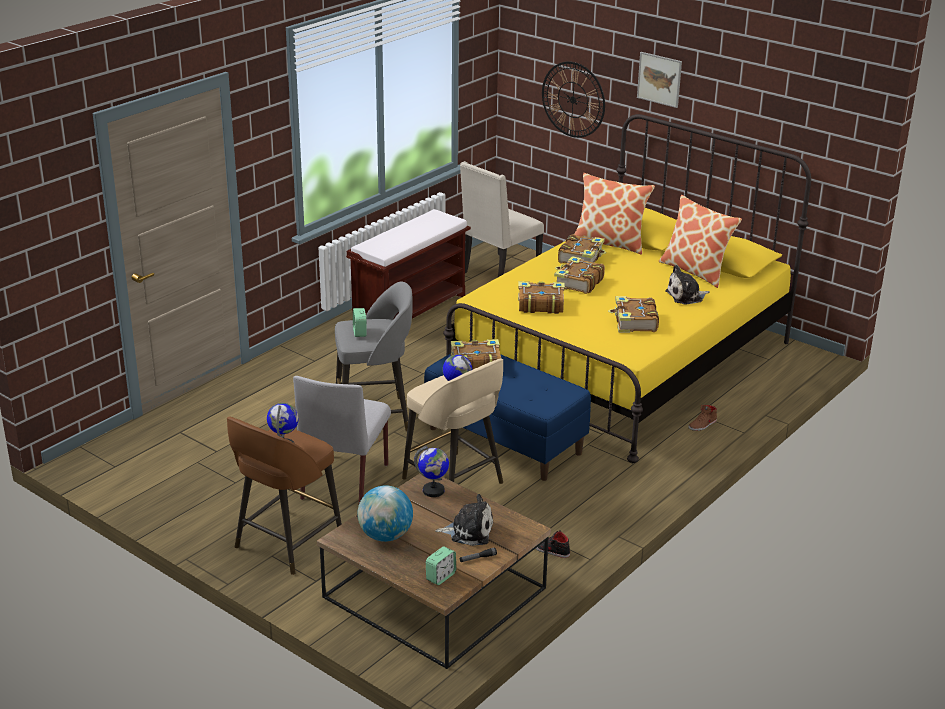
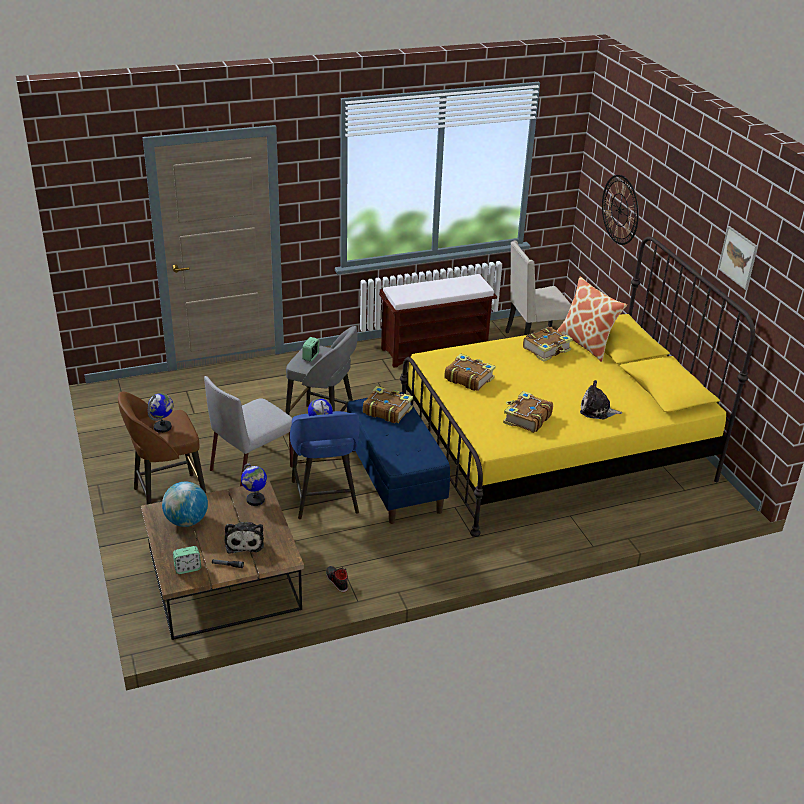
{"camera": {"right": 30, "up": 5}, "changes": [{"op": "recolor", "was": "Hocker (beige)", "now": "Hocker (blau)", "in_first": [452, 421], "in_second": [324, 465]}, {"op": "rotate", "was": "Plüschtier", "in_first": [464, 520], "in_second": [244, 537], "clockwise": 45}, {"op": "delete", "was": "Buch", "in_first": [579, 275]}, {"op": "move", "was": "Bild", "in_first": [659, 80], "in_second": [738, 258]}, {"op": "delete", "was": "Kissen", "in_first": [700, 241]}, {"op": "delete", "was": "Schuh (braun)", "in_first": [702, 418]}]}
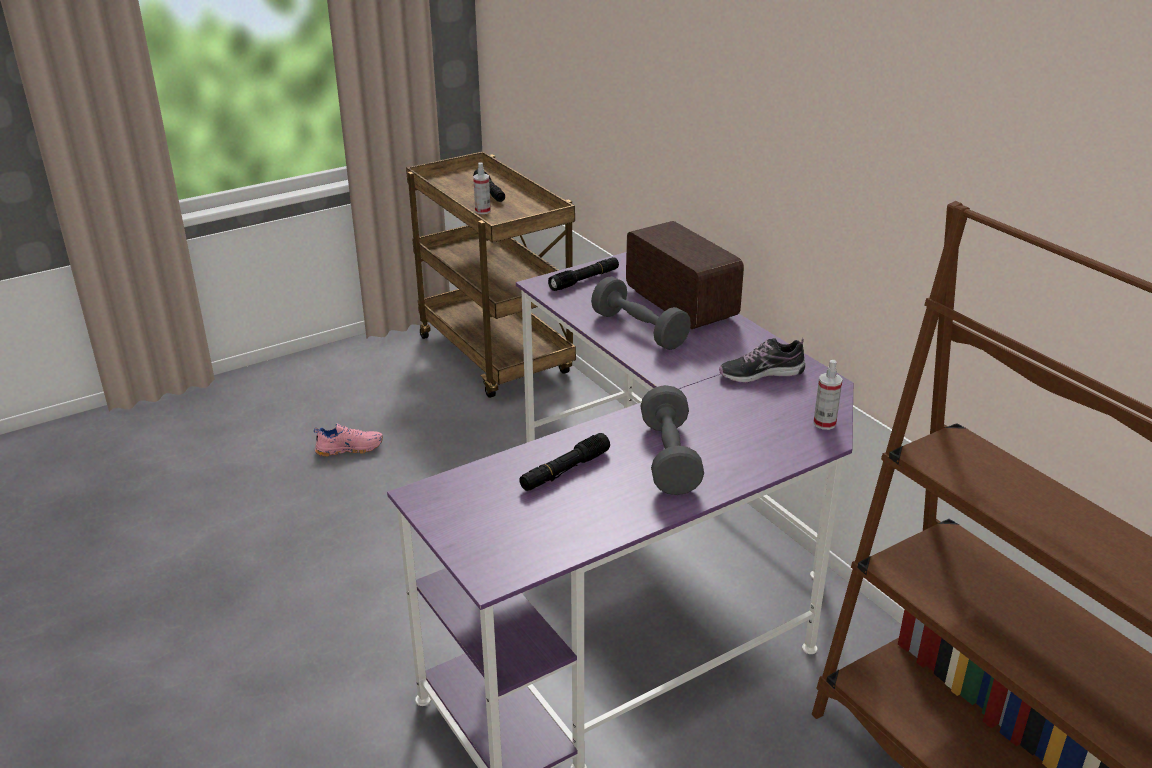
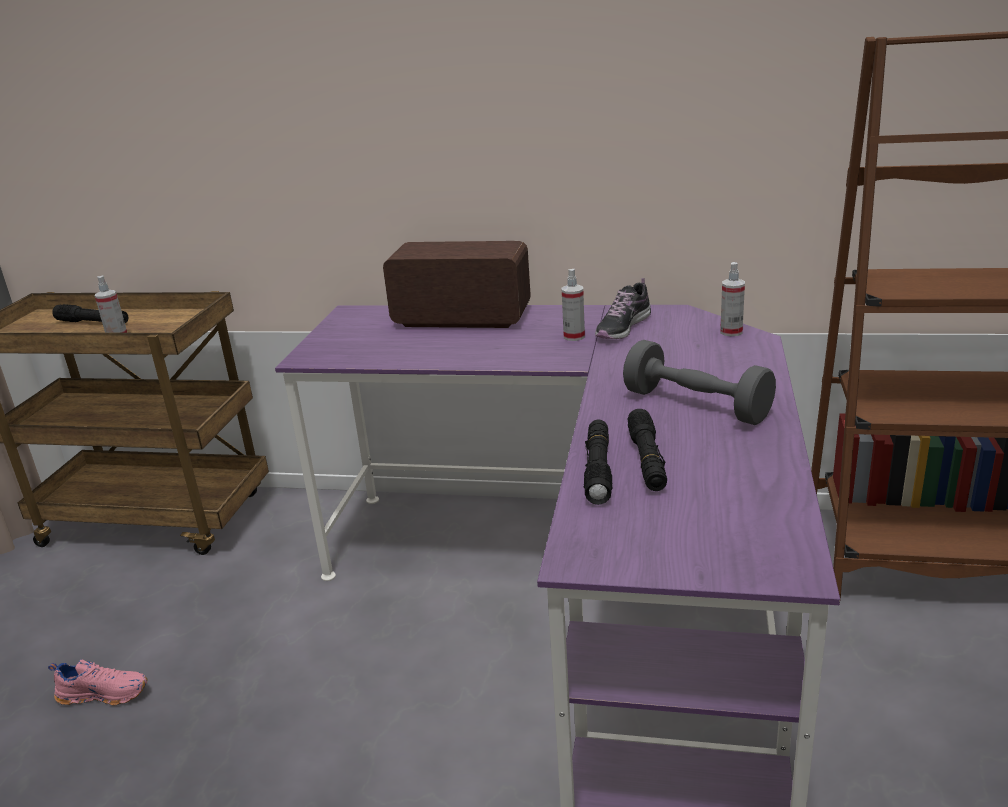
{"camera": {"right": -45, "up": -5}, "changes": [{"op": "rotate", "was": "Schuh (rosa)", "in_first": [348, 440], "in_second": [98, 682], "clockwise": 60}, {"op": "move", "was": "Taschenlampe (schwarz)", "in_first": [583, 274], "in_second": [598, 462]}, {"op": "delete", "was": "Hantel (grau)", "in_first": [641, 313]}, {"op": "insert", "now": "Sprühflasche", "in_second": [573, 305]}]}
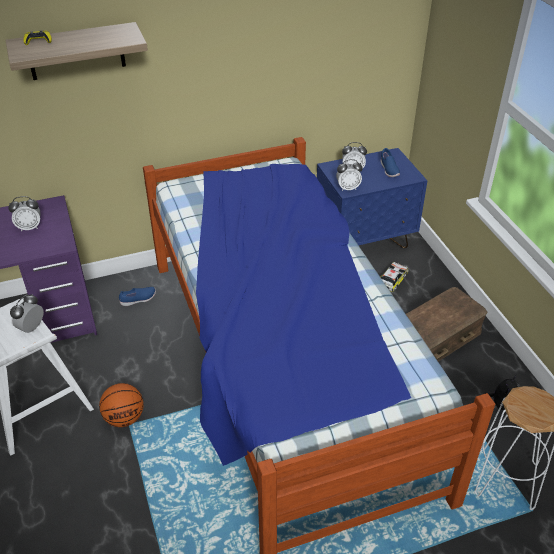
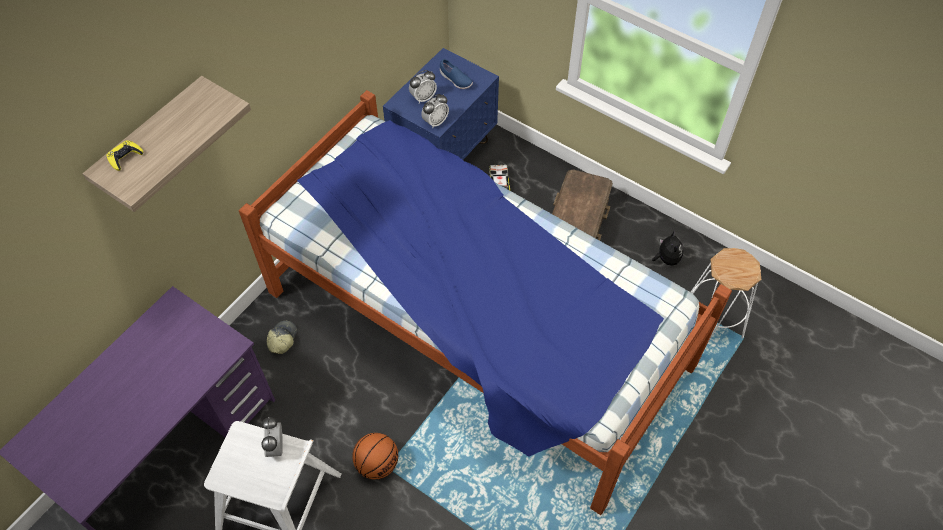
{"camera": {"right": -35, "up": 15}, "changes": [{"op": "delete", "was": "Wecker", "in_first": [24, 214]}, {"op": "replace", "was": "Schuh (blau)", "now": "Kappe", "in_first": [137, 296], "in_second": [282, 337]}]}
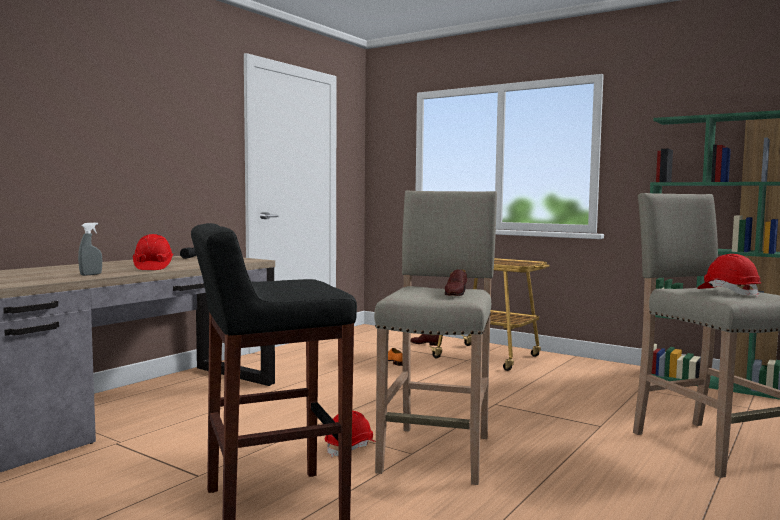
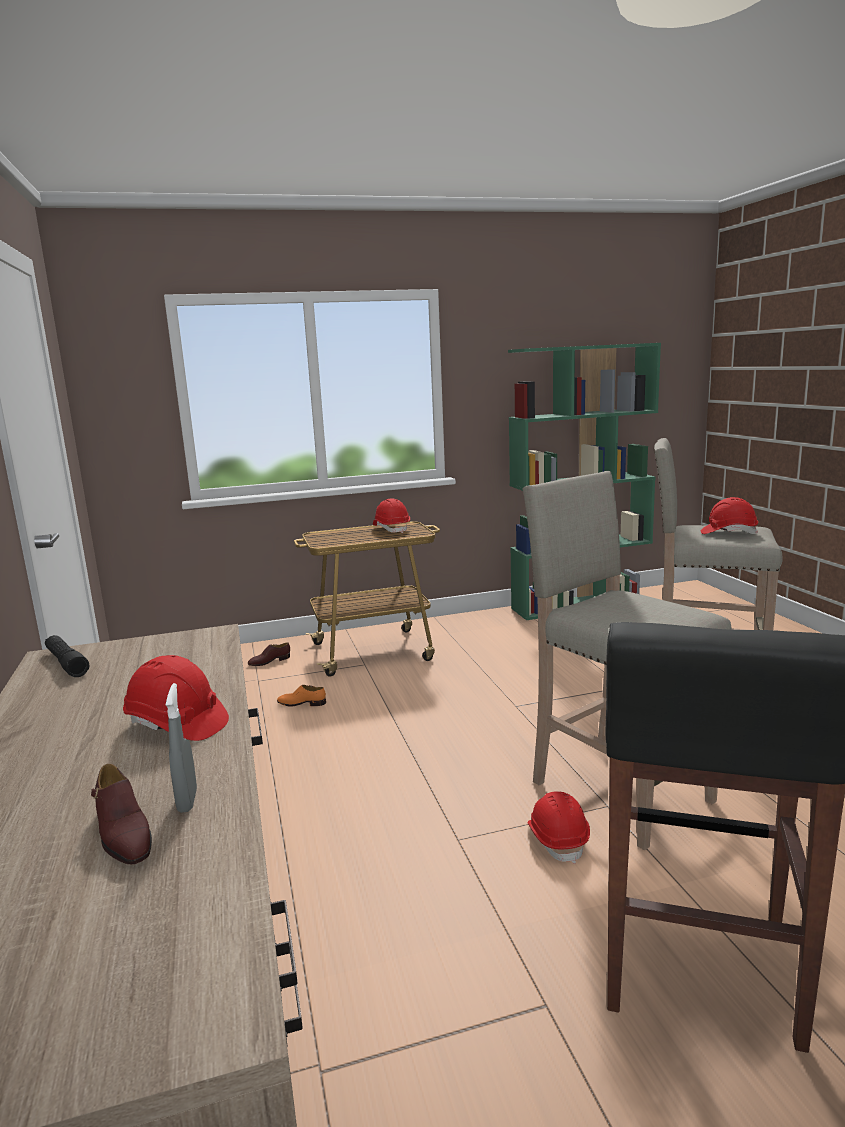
{"camera": {"right": -50, "up": 10}, "changes": [{"op": "move", "was": "Schuh (braun)", "in_first": [456, 282], "in_second": [121, 814]}, {"op": "insert", "now": "Schutzhelm (rot)", "in_second": [391, 515]}]}
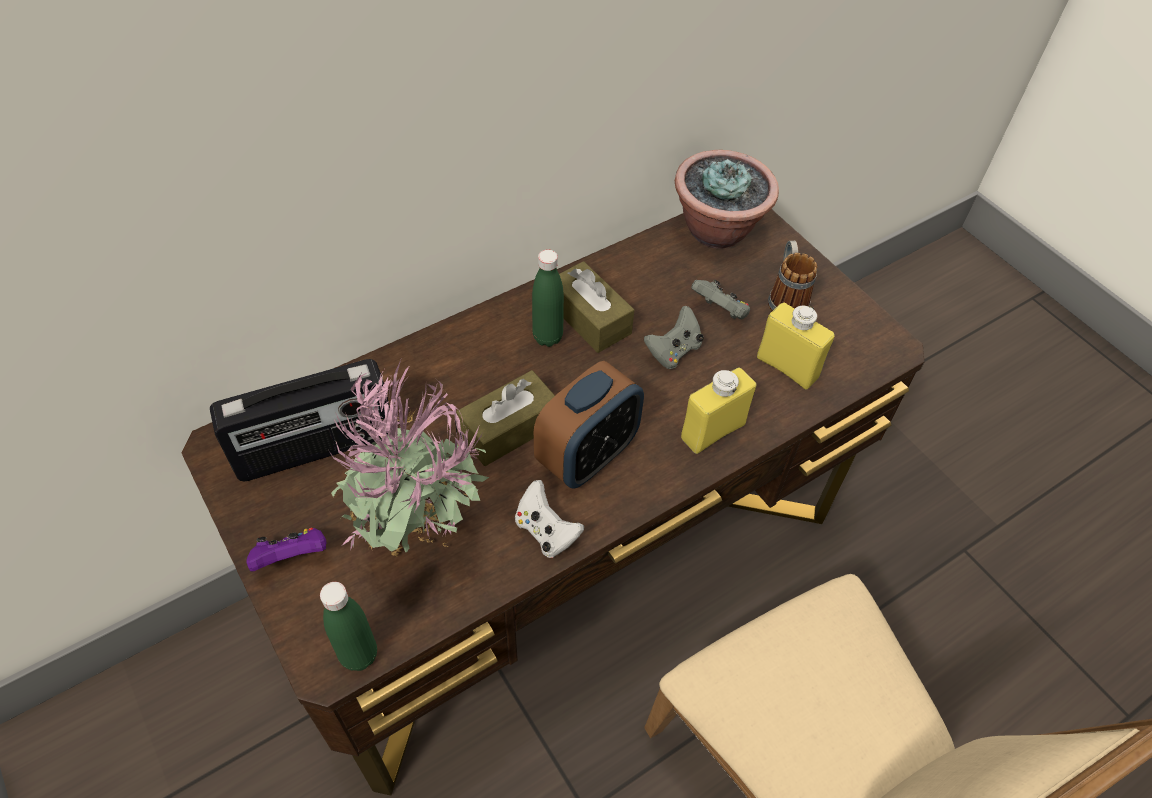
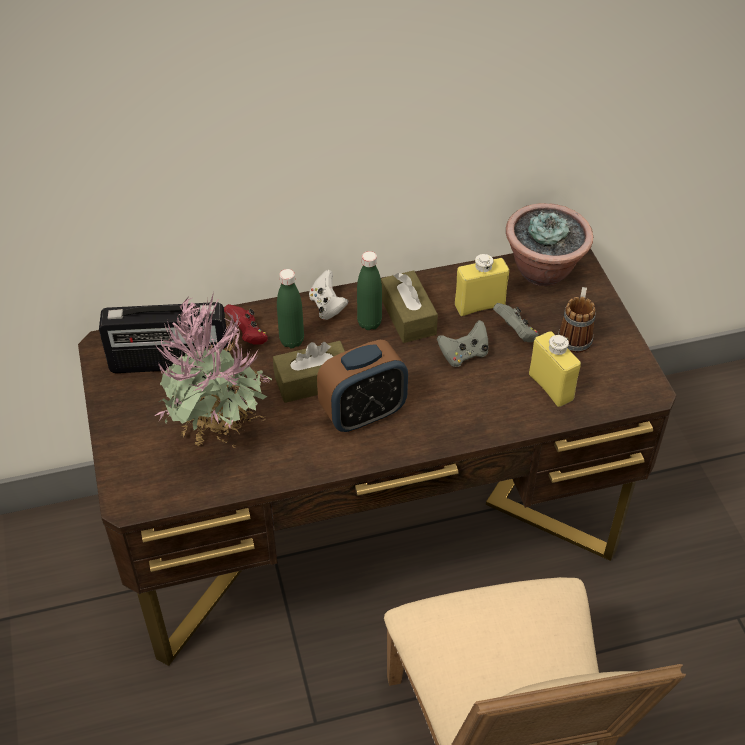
{"camera": {"right": 20, "up": -5}, "changes": [{"op": "delete", "was": "Gamepad (lila)", "in_first": [286, 549]}, {"op": "move", "was": "Flasche (grün)", "in_first": [348, 626], "in_second": [290, 308]}, {"op": "move", "was": "Gamepad (weiß)", "in_first": [549, 519], "in_second": [329, 295]}, {"op": "move", "was": "Flasche (gelb)", "in_first": [718, 410], "in_second": [482, 285]}, {"op": "insert", "now": "Gamepad (rot)", "in_second": [246, 324]}]}
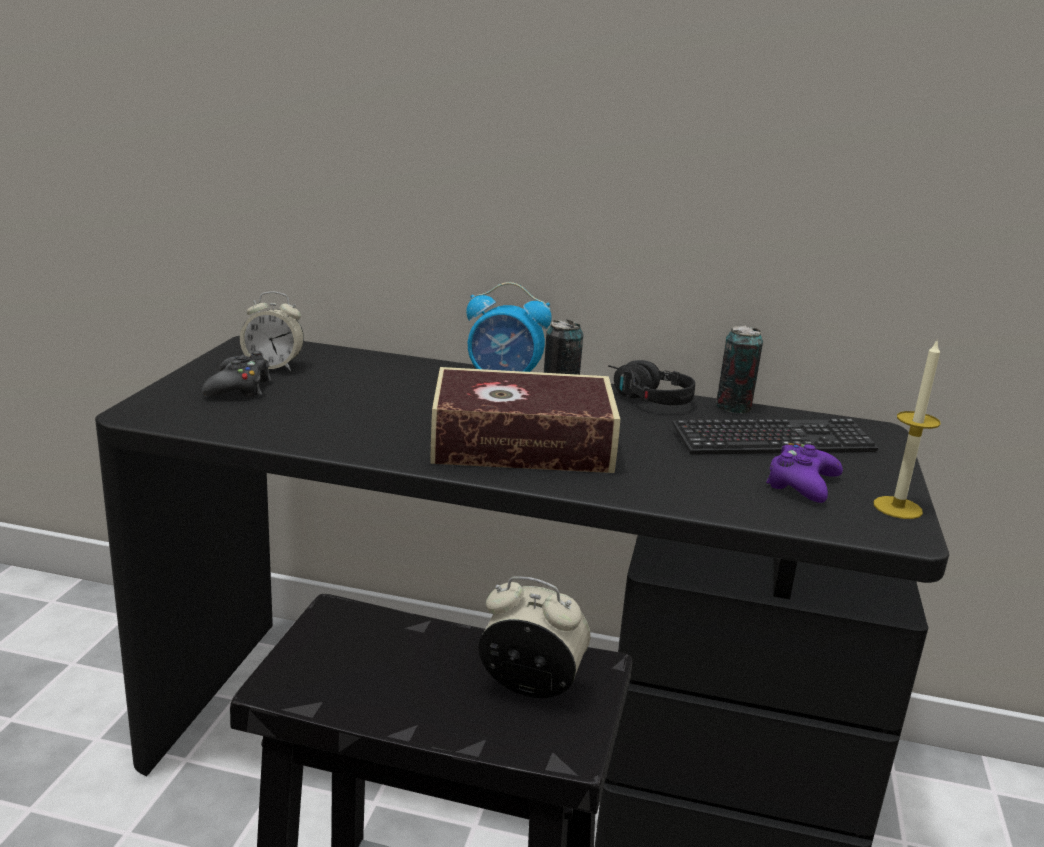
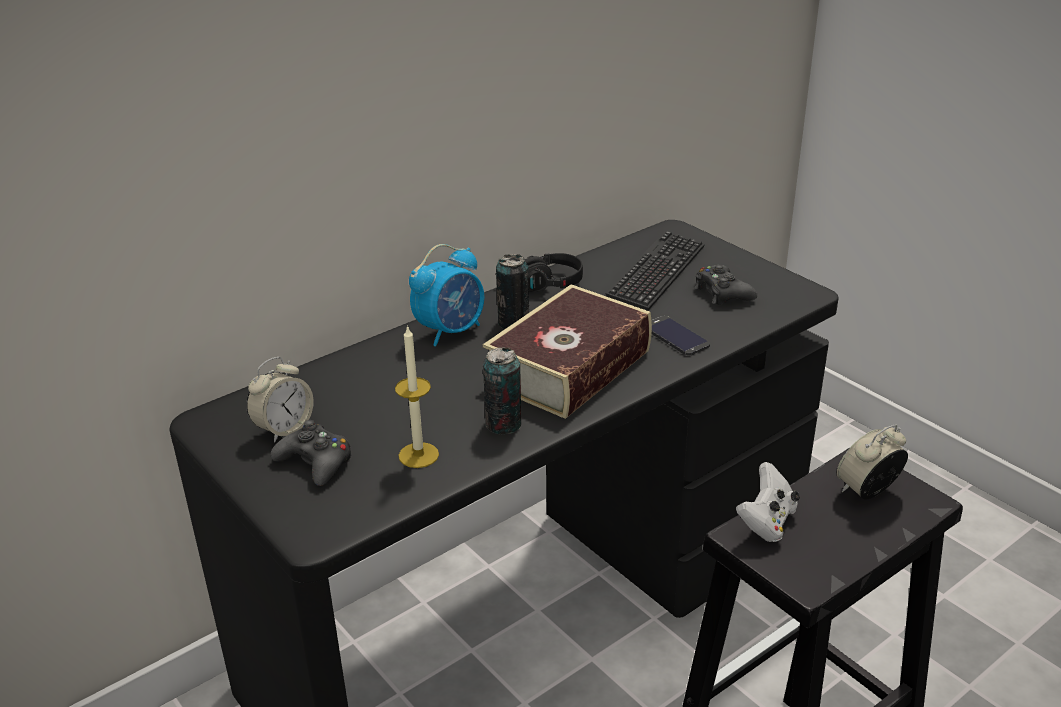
{"camera": {"right": -50, "up": 10}, "changes": [{"op": "move", "was": "Dose", "in_first": [739, 369], "in_second": [502, 390]}, {"op": "recolor", "was": "Gamepad (lila)", "now": "Gamepad (schwarz)", "in_first": [804, 473], "in_second": [725, 285]}, {"op": "move", "was": "Kerze", "in_first": [907, 429], "in_second": [417, 396]}, {"op": "insert", "now": "Handy", "in_second": [680, 336]}, {"op": "insert", "now": "Gamepad (weiß)", "in_second": [768, 502]}]}
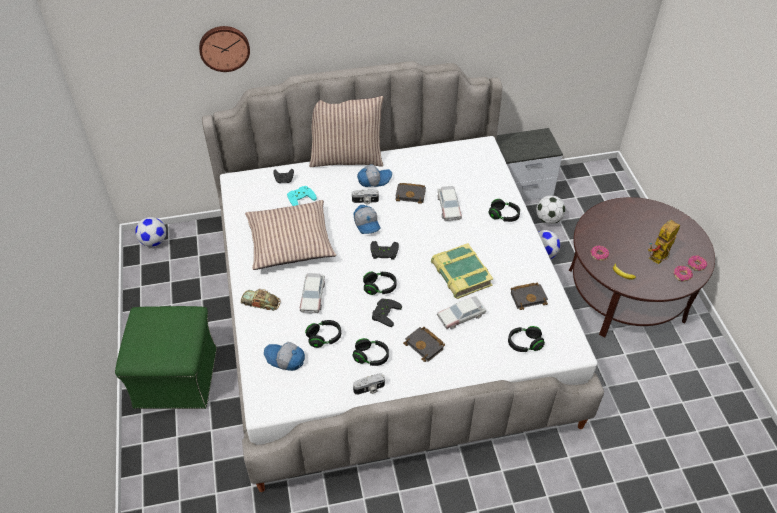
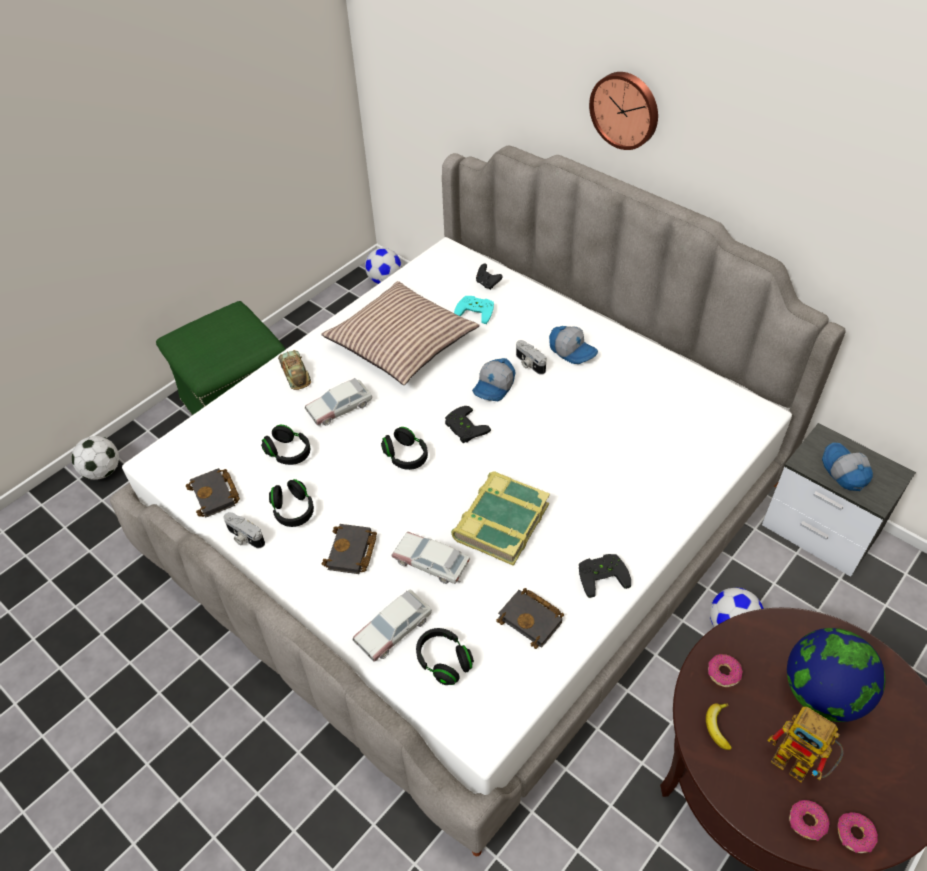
{"camera": {"right": 55, "up": 0}, "changes": [{"op": "move", "was": "Wanduhr", "in_first": [224, 49], "in_second": [623, 111]}, {"op": "move", "was": "Kappe", "in_first": [284, 356], "in_second": [847, 467]}, {"op": "delete", "was": "Kissen", "in_first": [346, 131]}, {"op": "move", "was": "Gamepad (schwarz)", "in_first": [387, 313], "in_second": [605, 576]}, {"op": "move", "was": "Buch (schwarz)", "in_first": [410, 193], "in_second": [213, 493]}, {"op": "move", "was": "Spielzeugauto", "in_first": [450, 203], "in_second": [392, 625]}, {"op": "delete", "was": "Kopfhörer (schwarz)", "in_first": [504, 210]}, {"op": "move", "was": "Fußball", "in_first": [551, 209], "in_second": [95, 458]}, {"op": "rotate", "was": "Spielzeugroboter", "in_first": [664, 241], "in_second": [805, 744], "clockwise": -150}, {"op": "insert", "now": "Globus", "in_second": [836, 675]}]}
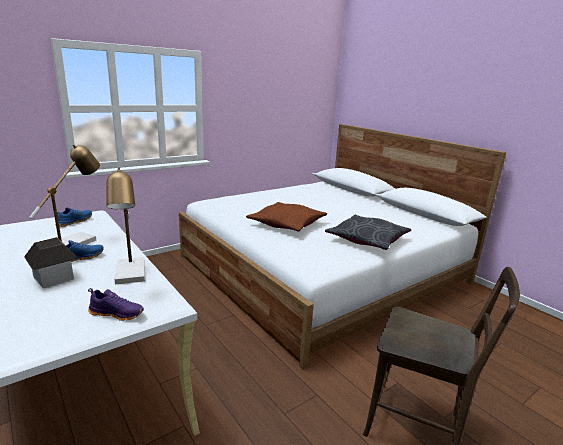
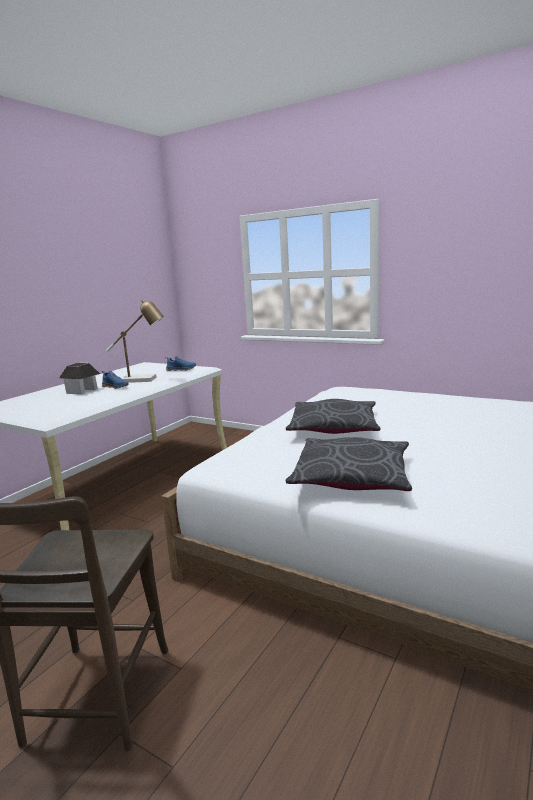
{"camera": {"right": 70, "up": -5}, "changes": [{"op": "delete", "was": "Schuh (lila)", "in_first": [116, 304]}, {"op": "delete", "was": "Tischlampe", "in_first": [125, 225]}, {"op": "recolor", "was": "Kissen (braun)", "now": "Kissen (grau)", "in_first": [286, 217], "in_second": [333, 416]}]}
